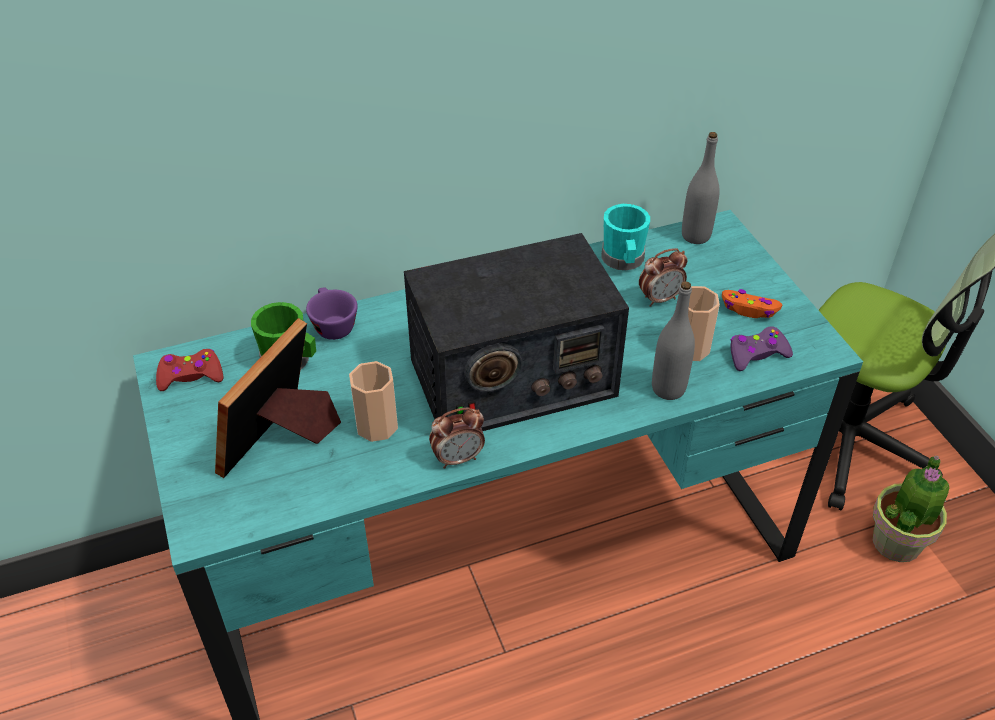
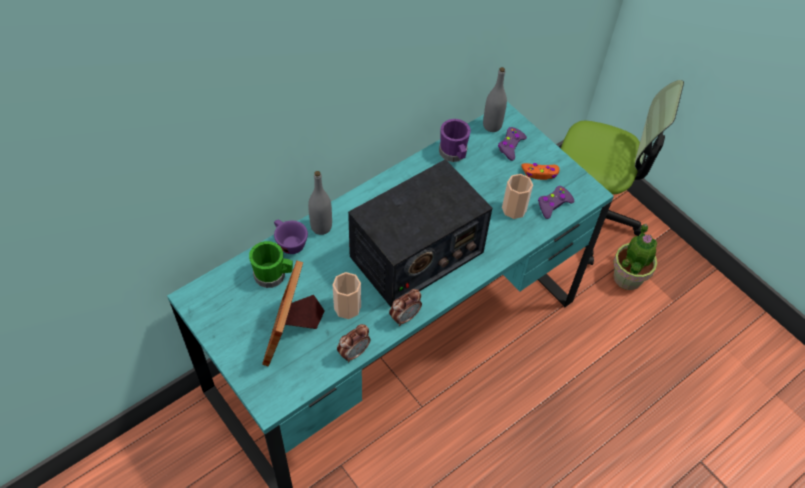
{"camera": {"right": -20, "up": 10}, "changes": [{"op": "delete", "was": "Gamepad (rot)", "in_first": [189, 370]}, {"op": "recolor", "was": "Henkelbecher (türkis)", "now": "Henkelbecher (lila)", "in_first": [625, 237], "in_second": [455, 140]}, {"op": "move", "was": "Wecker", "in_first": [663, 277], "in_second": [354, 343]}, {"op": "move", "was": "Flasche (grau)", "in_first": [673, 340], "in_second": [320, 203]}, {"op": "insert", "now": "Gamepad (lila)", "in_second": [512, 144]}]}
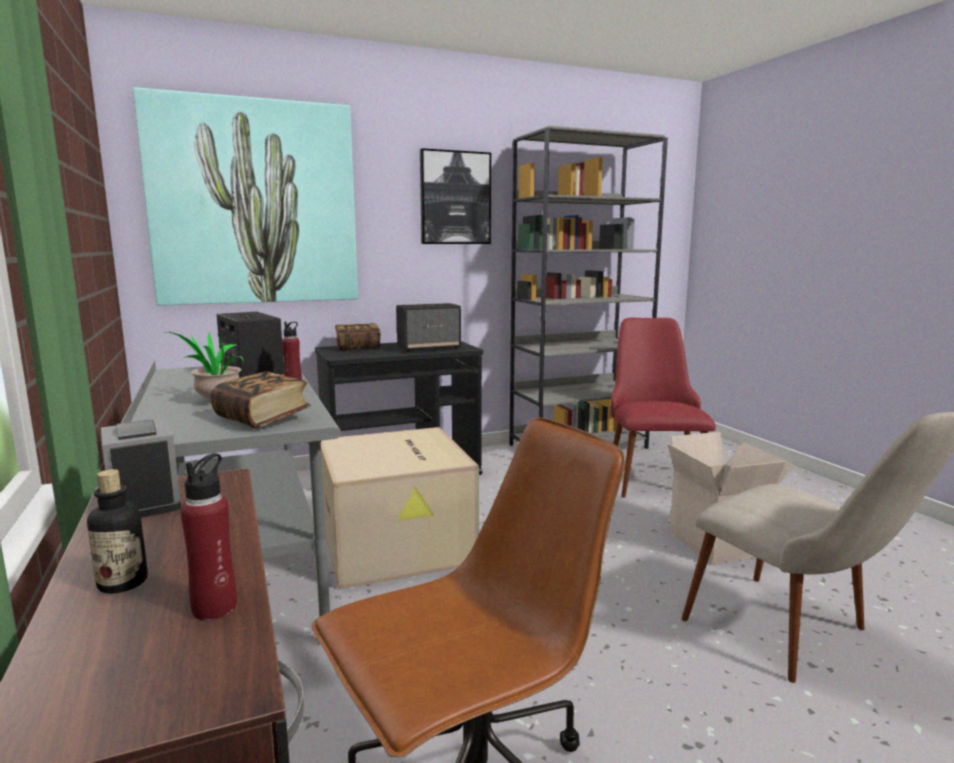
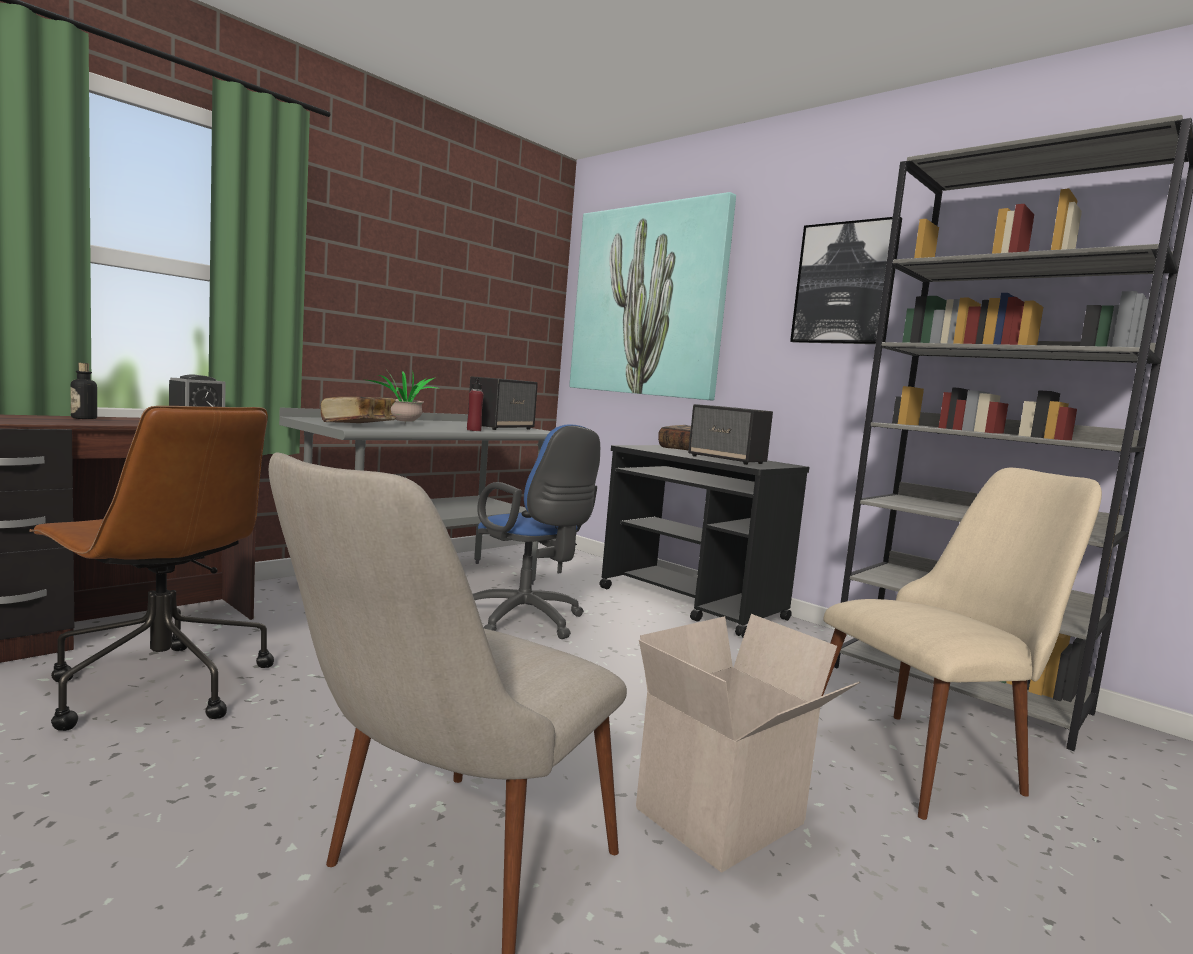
{"camera": {"right": 65, "up": -5}, "changes": [{"op": "delete", "was": "Flasche (rot)", "in_first": [208, 536]}, {"op": "replace", "was": "Karton", "now": "Bürostuhl (blau)", "in_first": [400, 508], "in_second": [536, 531]}, {"op": "recolor", "was": "Stuhl (rot)", "now": "Stuhl (beige)", "in_first": [663, 407], "in_second": [962, 644]}]}
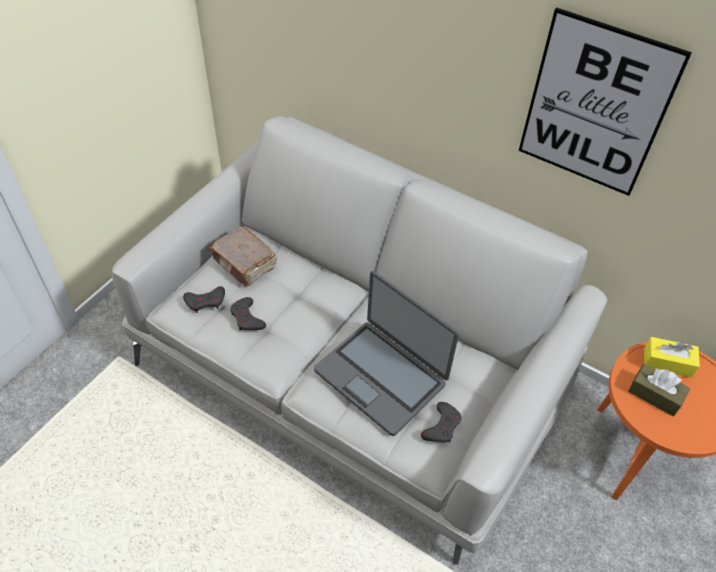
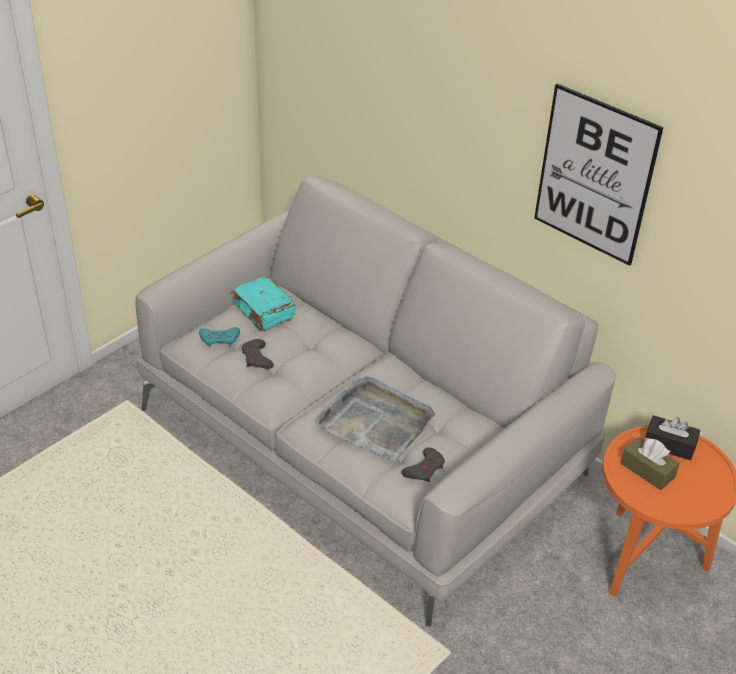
{"camera": {"right": 10, "up": -10}, "changes": [{"op": "recolor", "was": "Gamepad (grau)", "now": "Gamepad (türkis)", "in_first": [204, 299], "in_second": [219, 337]}, {"op": "recolor", "was": "Buch (braun)", "now": "Buch (türkis)", "in_first": [243, 256], "in_second": [263, 303]}, {"op": "replace", "was": "Laptop", "now": "Tablett (grau)", "in_first": [386, 353], "in_second": [374, 417]}, {"op": "recolor", "was": "Taschentuchbox (gelb)", "now": "Taschentuchbox (schwarz)", "in_first": [672, 357], "in_second": [673, 437]}]}
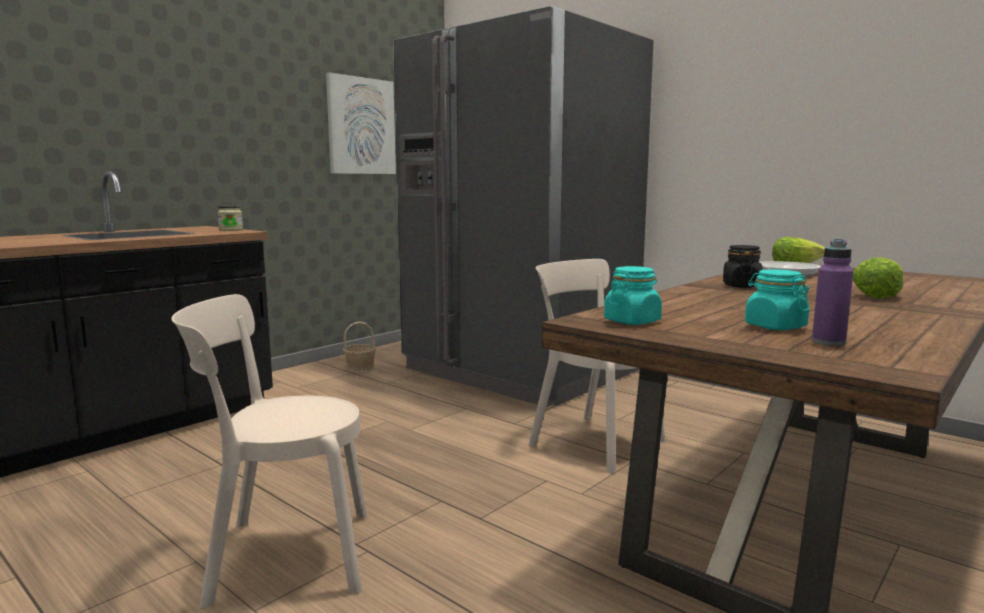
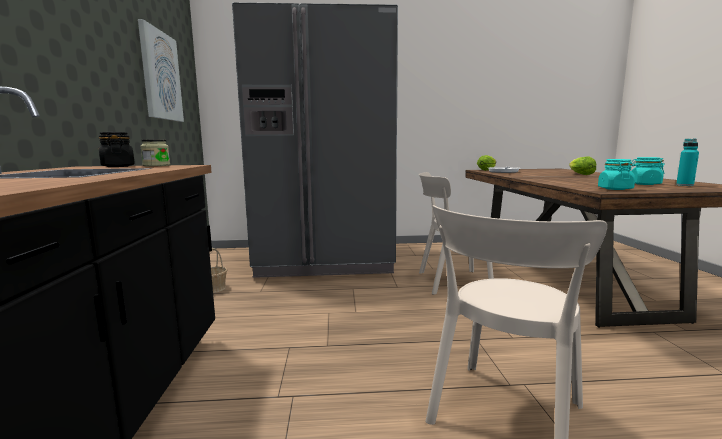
{"camera": {"right": -45, "up": 0}, "changes": [{"op": "move", "was": "Vorratsglas (schwarz)", "in_first": [743, 266], "in_second": [117, 149]}, {"op": "recolor", "was": "Flasche (lila)", "now": "Flasche (türkis)", "in_first": [833, 292], "in_second": [687, 162]}]}
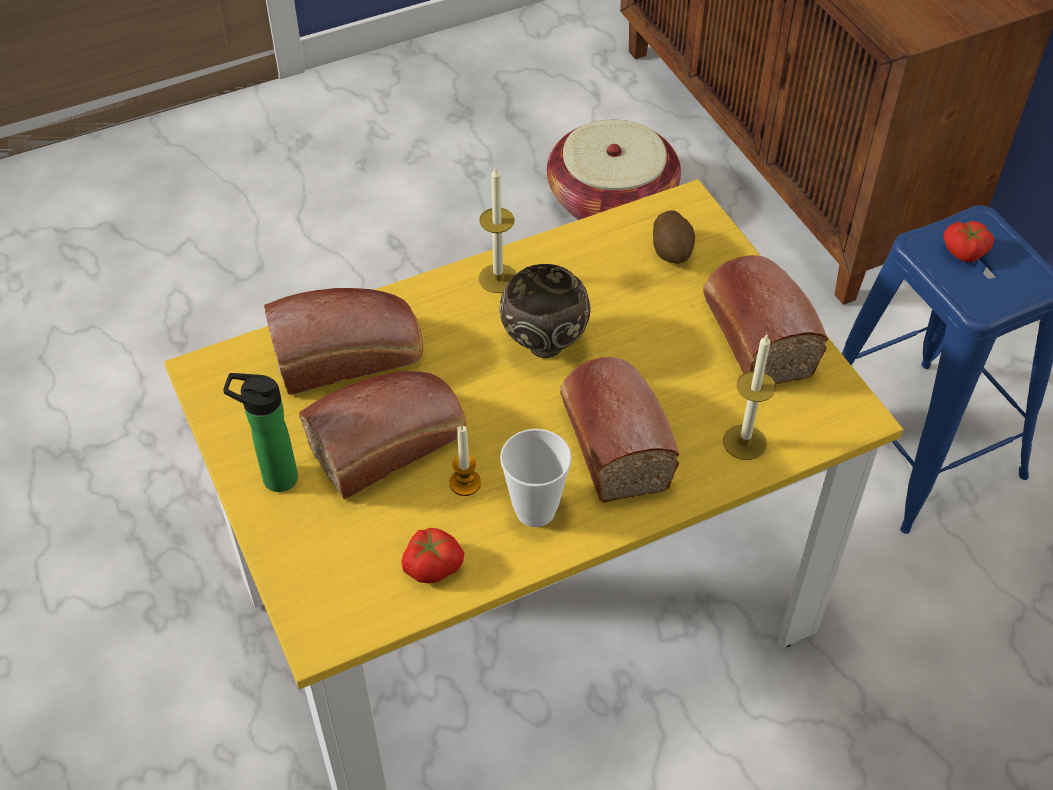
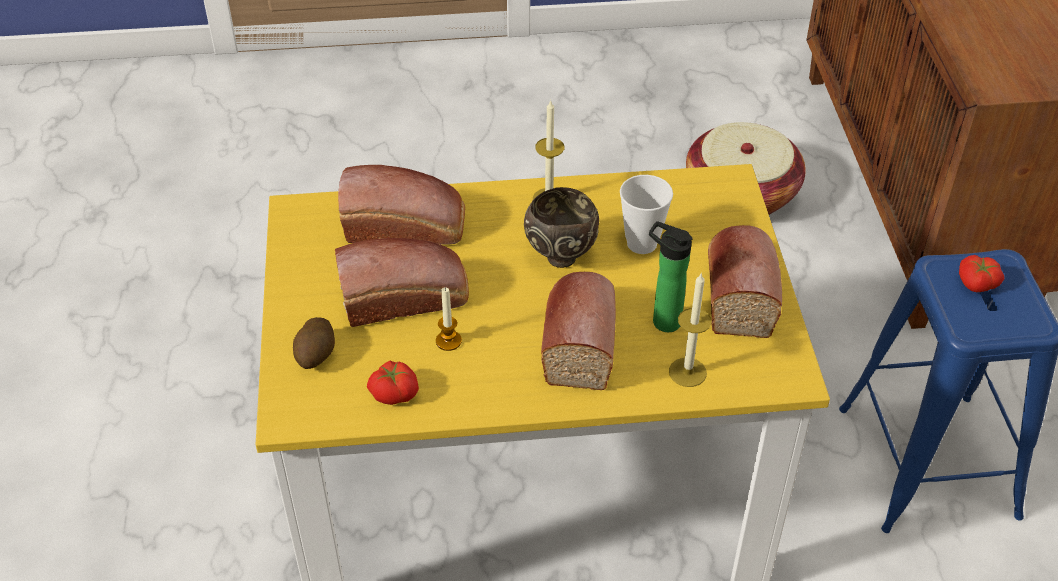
{"camera": {"right": 20, "up": -5}, "changes": [{"op": "move", "was": "Flasche", "in_first": [260, 432], "in_second": [671, 276]}, {"op": "move", "was": "Tasse", "in_first": [536, 478], "in_second": [646, 214]}, {"op": "move", "was": "Kartoffel", "in_first": [674, 237], "in_second": [314, 343]}]}
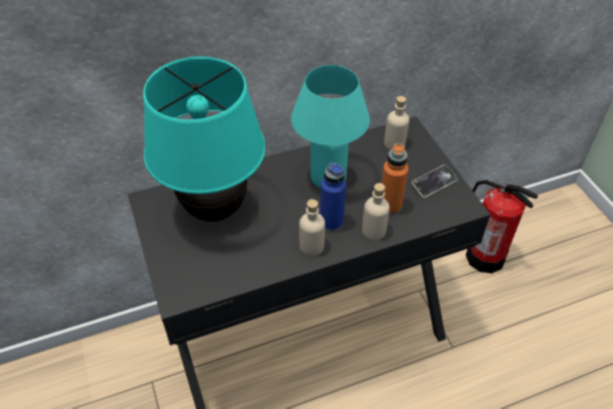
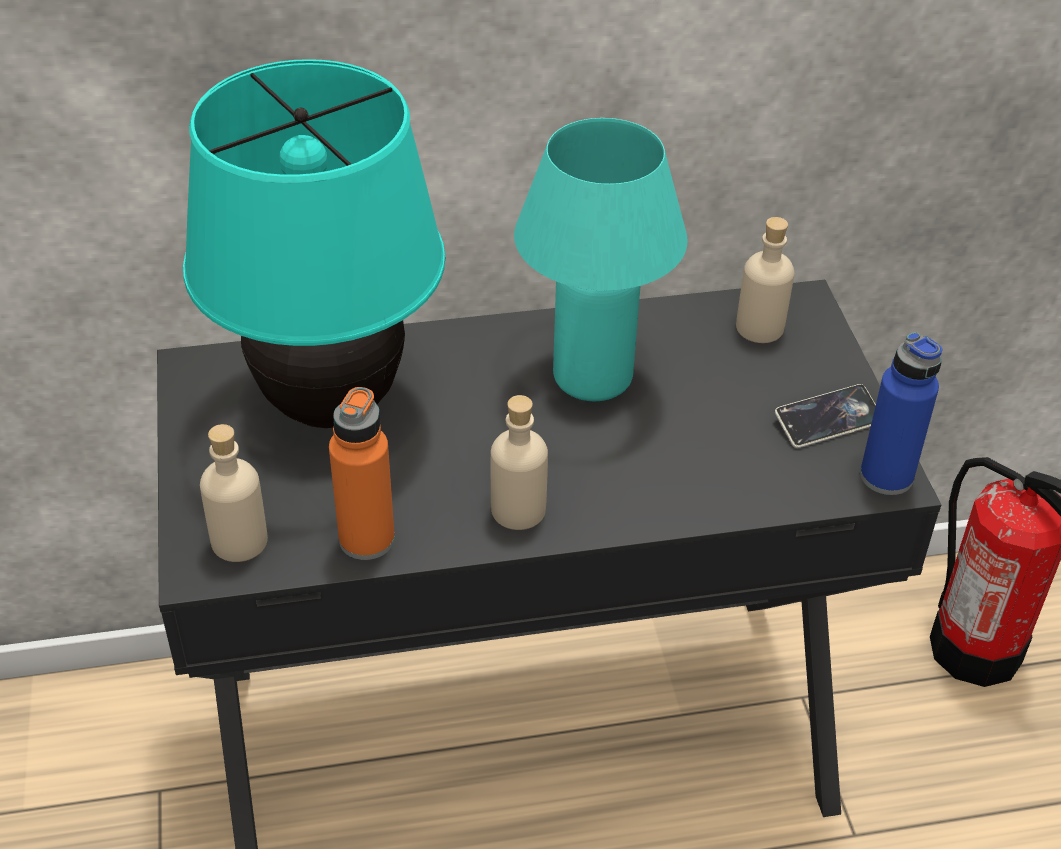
{"camera": {"right": 10, "up": -5}, "changes": [{"op": "move", "was": "Flasche (blau)", "in_first": [333, 196], "in_second": [901, 413]}, {"op": "move", "was": "Flasche (beige)", "in_first": [376, 211], "in_second": [234, 493]}, {"op": "move", "was": "Flasche (orange)", "in_first": [395, 179], "in_second": [362, 473]}]}
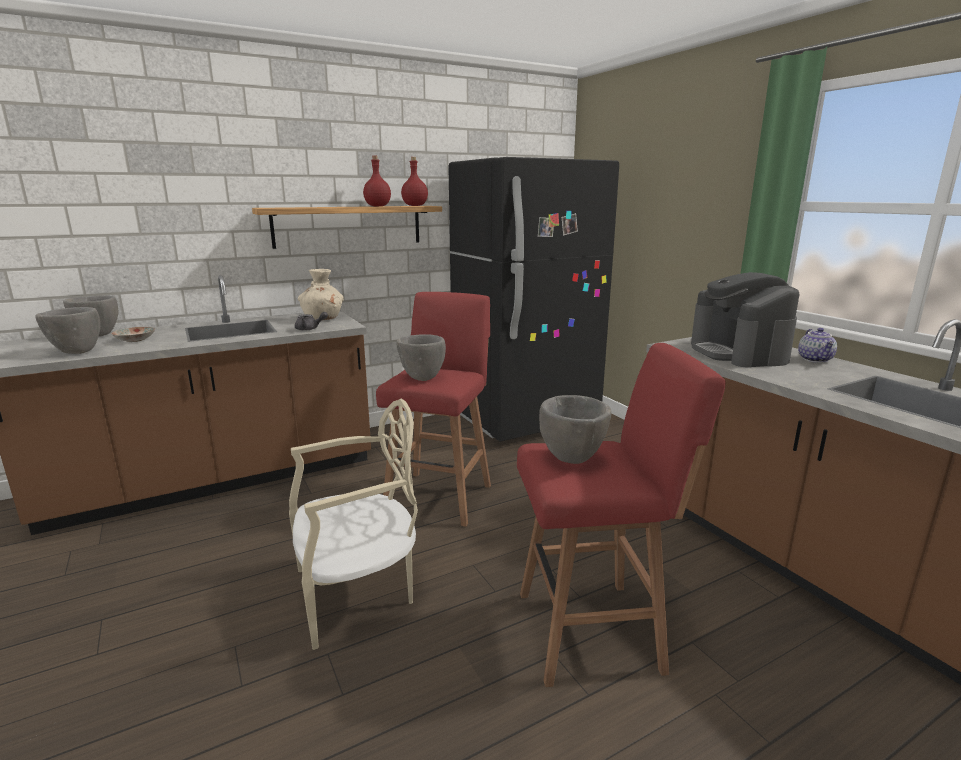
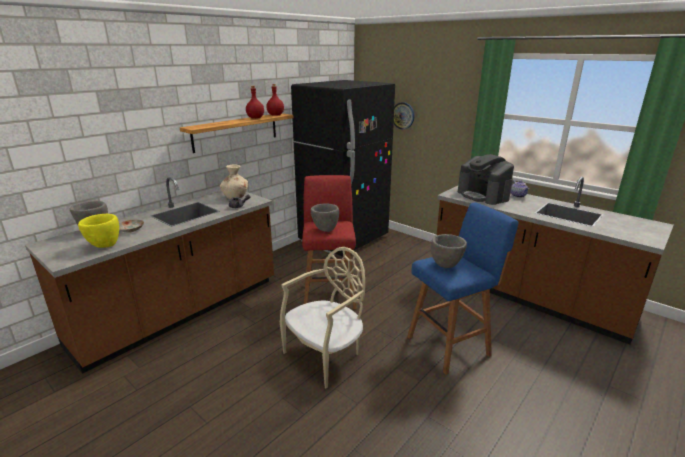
{"camera": {"right": -20, "up": 5}, "changes": [{"op": "recolor", "was": "Schüssel (grau)", "now": "Schüssel (gelb)", "in_first": [68, 330], "in_second": [98, 231]}, {"op": "recolor", "was": "Hocker (rot)", "now": "Hocker (blau)", "in_first": [621, 515], "in_second": [462, 288]}, {"op": "insert", "now": "Wanduhr", "in_second": [404, 115]}]}
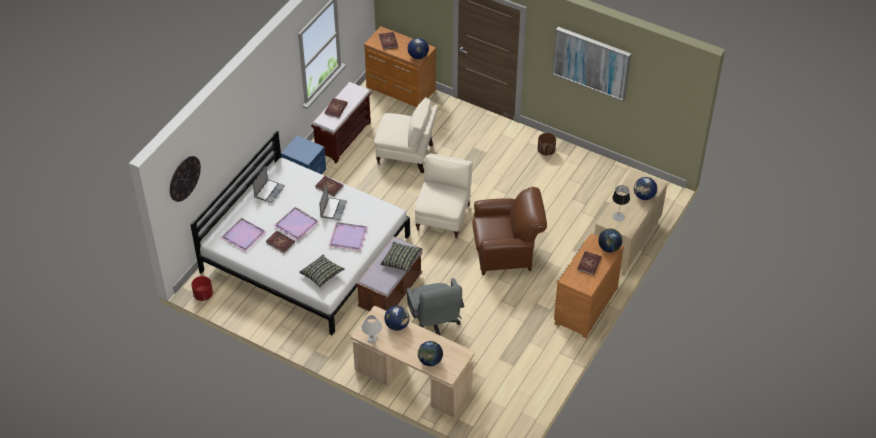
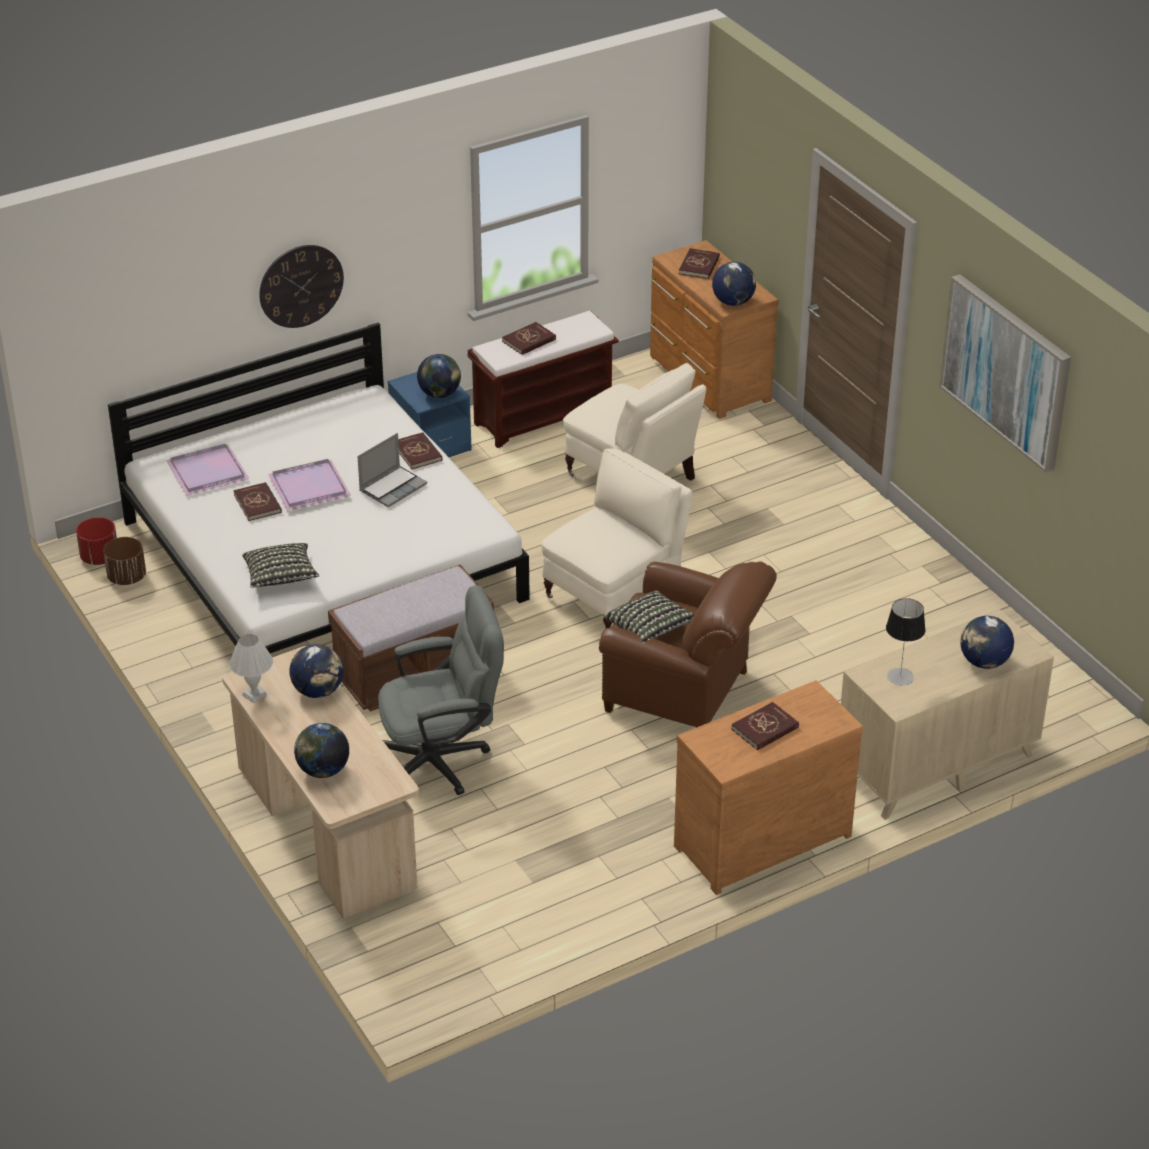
{"camera": {"right": 30, "up": -10}, "changes": [{"op": "move", "was": "Wanduhr", "in_first": [185, 179], "in_second": [301, 286]}, {"op": "delete", "was": "Laptop", "in_first": [269, 184]}, {"op": "delete", "was": "Tablett (lila)", "in_first": [348, 236]}, {"op": "move", "was": "Kissen", "in_first": [401, 257], "in_second": [649, 616]}, {"op": "rotate", "was": "Bürostuhl (grau)", "in_first": [435, 307], "in_second": [441, 690], "clockwise": -120}, {"op": "move", "was": "Pflanzkübel (braun)", "in_first": [547, 144], "in_second": [124, 561]}, {"op": "move", "was": "Globus", "in_first": [610, 240], "in_second": [439, 376]}]}
